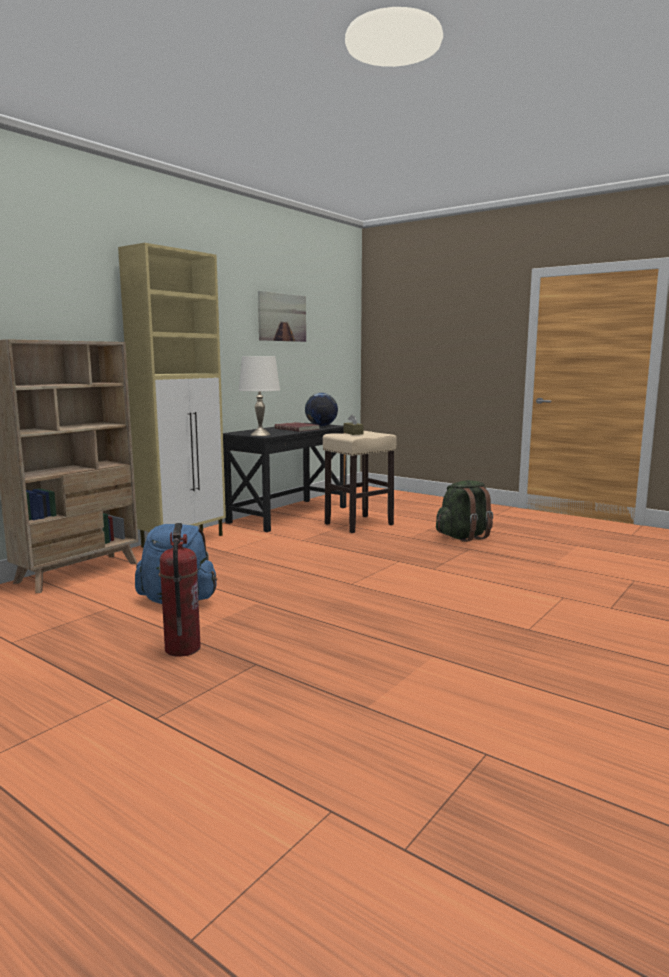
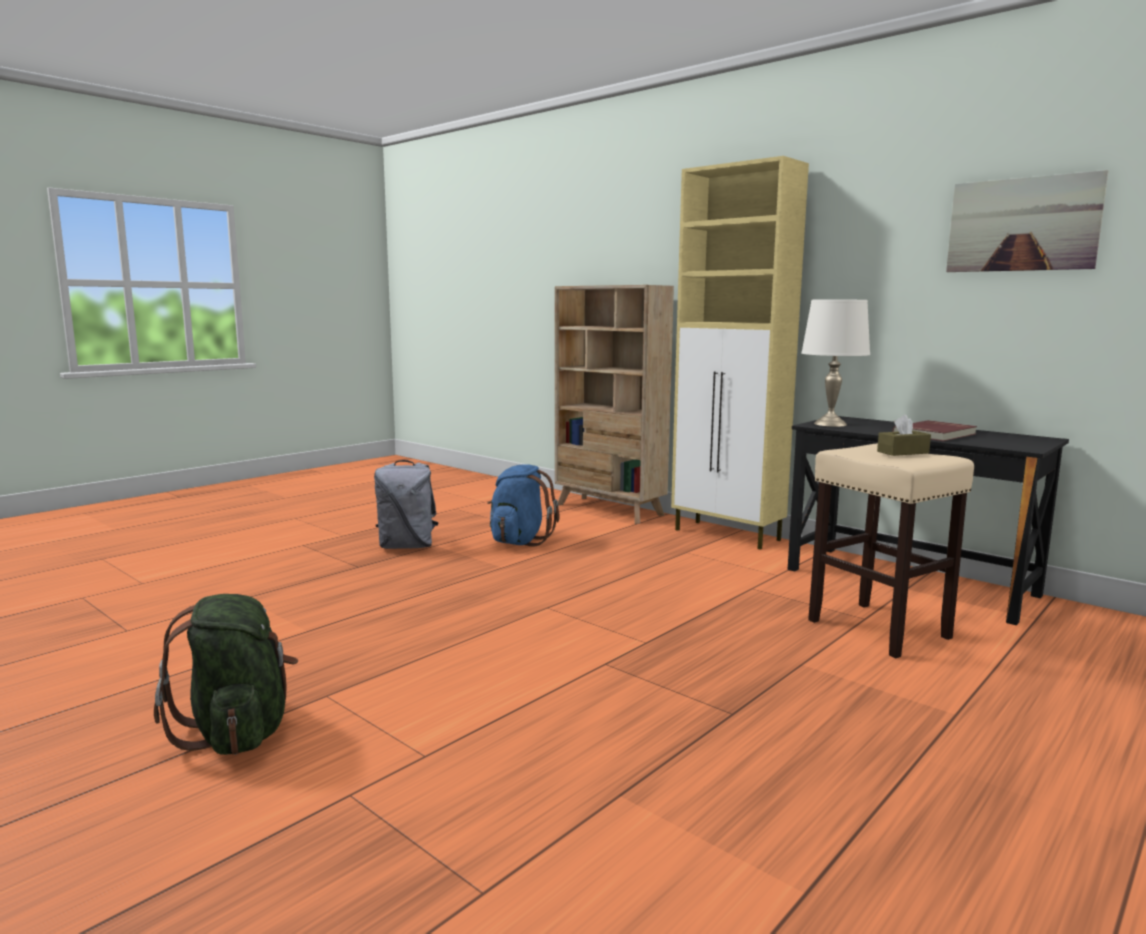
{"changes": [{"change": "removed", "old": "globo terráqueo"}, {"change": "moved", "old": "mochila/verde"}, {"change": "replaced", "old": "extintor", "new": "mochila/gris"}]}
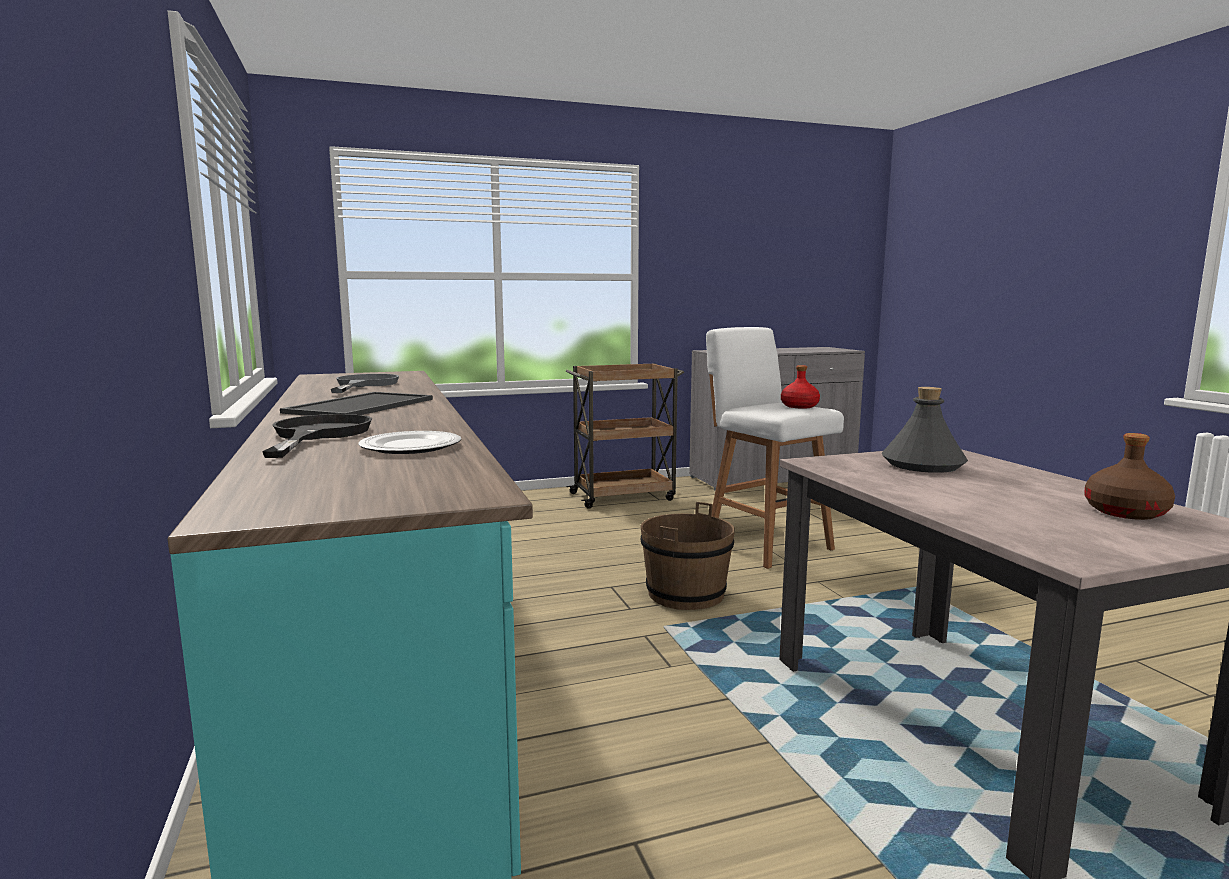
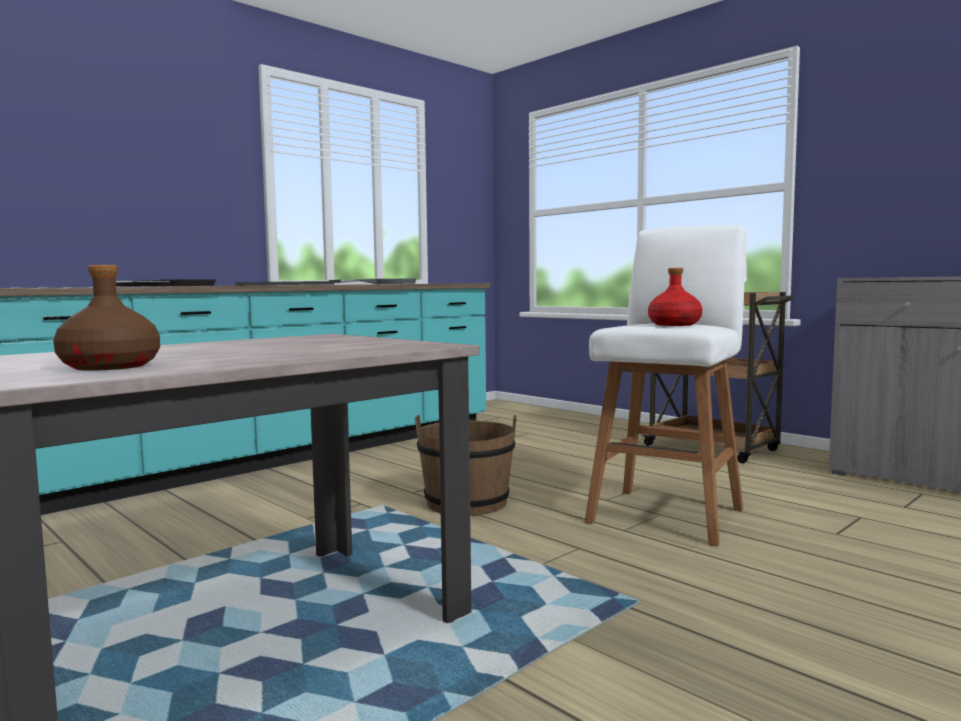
{"changes": [{"change": "removed", "old": "botella/gris"}]}
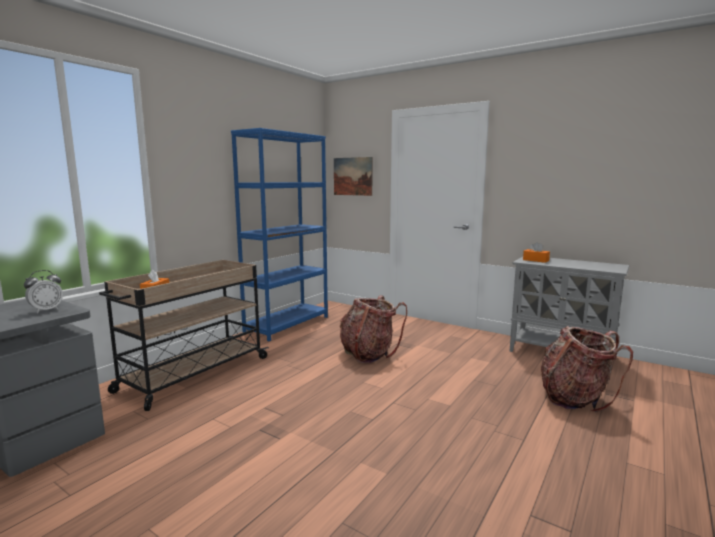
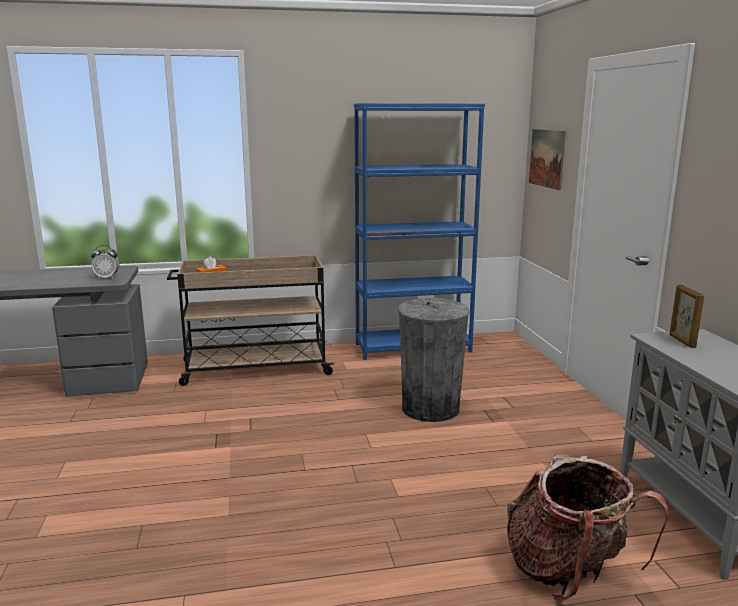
{"changes": [{"change": "replaced", "old": "caja de pañuelos/naranja (2nd from left)", "new": "portarretratos"}, {"change": "replaced", "old": "mochila (1st from left)", "new": "papelera/gris"}]}
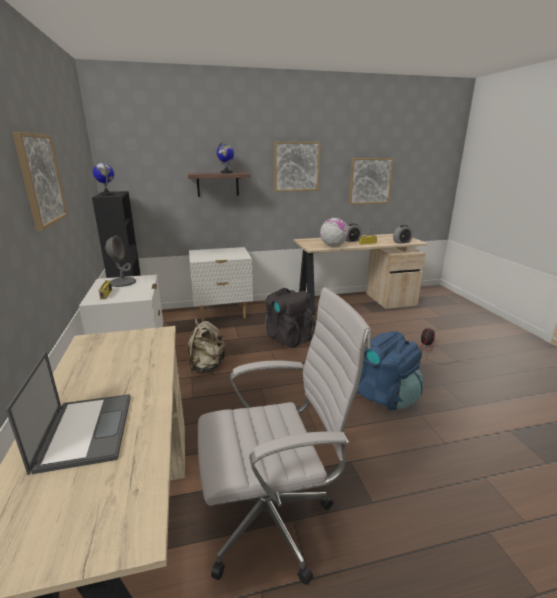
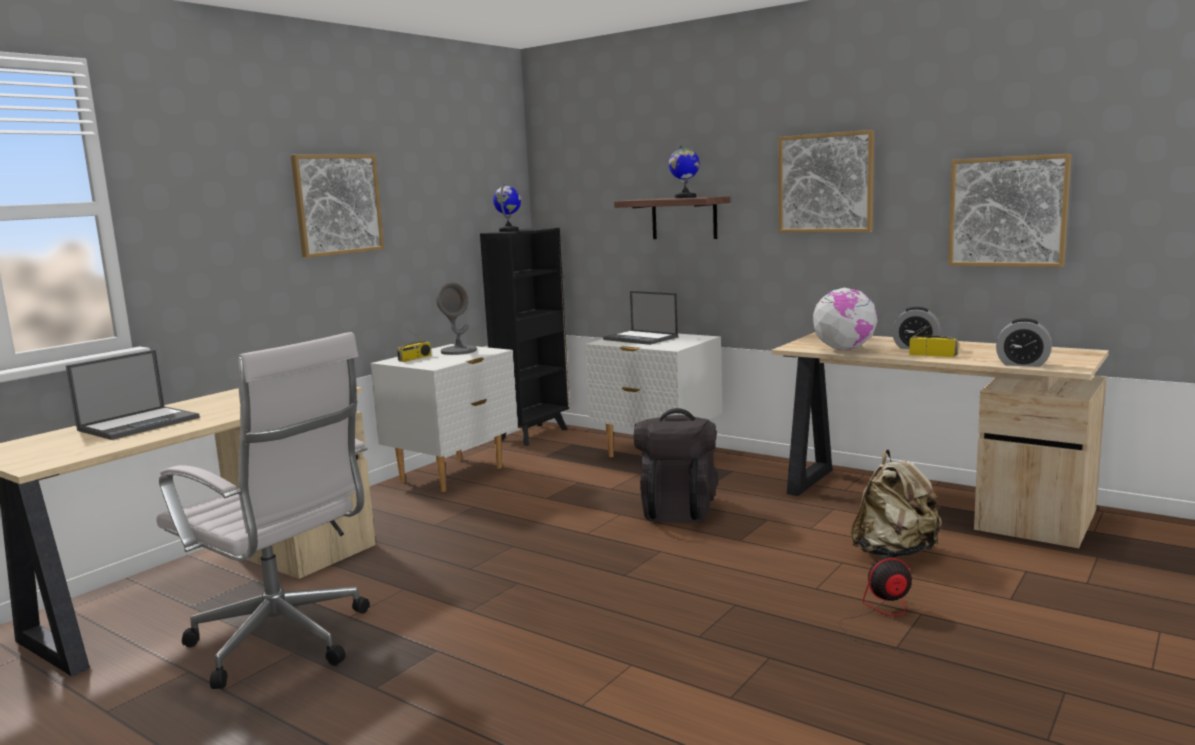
{"changes": [{"change": "moved", "old": "mochila/beis"}, {"change": "removed", "old": "mochila/azul"}, {"change": "added", "new": "portátil (2nd from left)"}]}
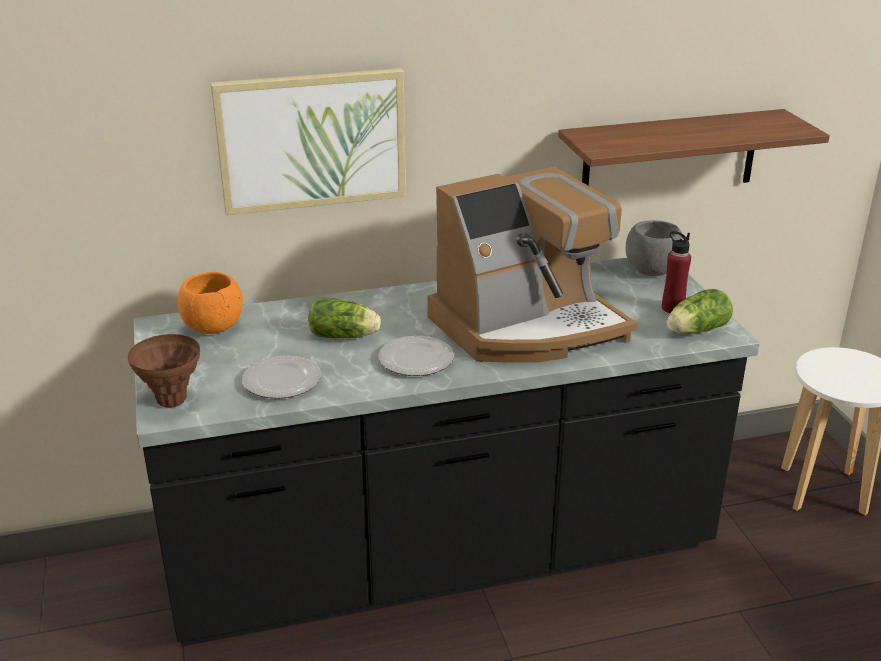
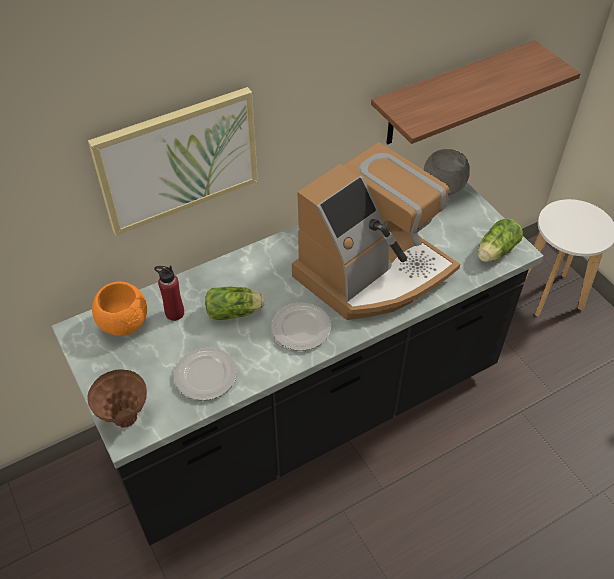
{"changes": [{"change": "moved", "old": "botella/rojo"}]}
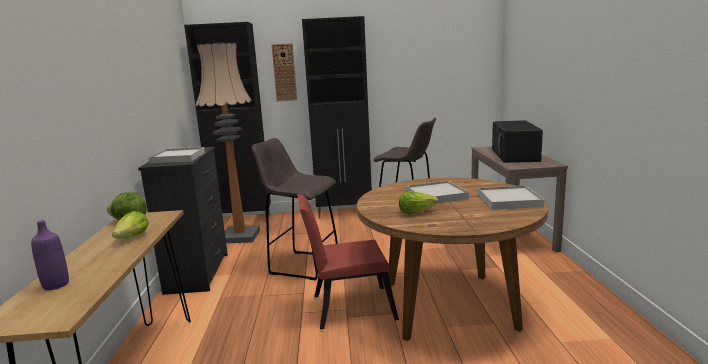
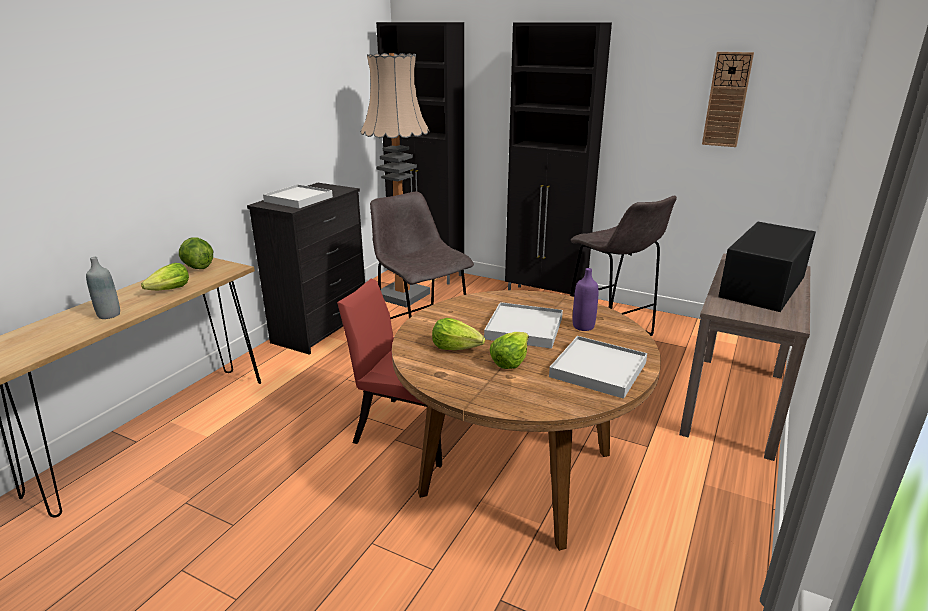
{"changes": [{"change": "moved", "old": "reloj de pared"}, {"change": "moved", "old": "botella/morado"}, {"change": "added", "new": "botella/gris"}, {"change": "added", "new": "lechuga (4th from left)"}]}
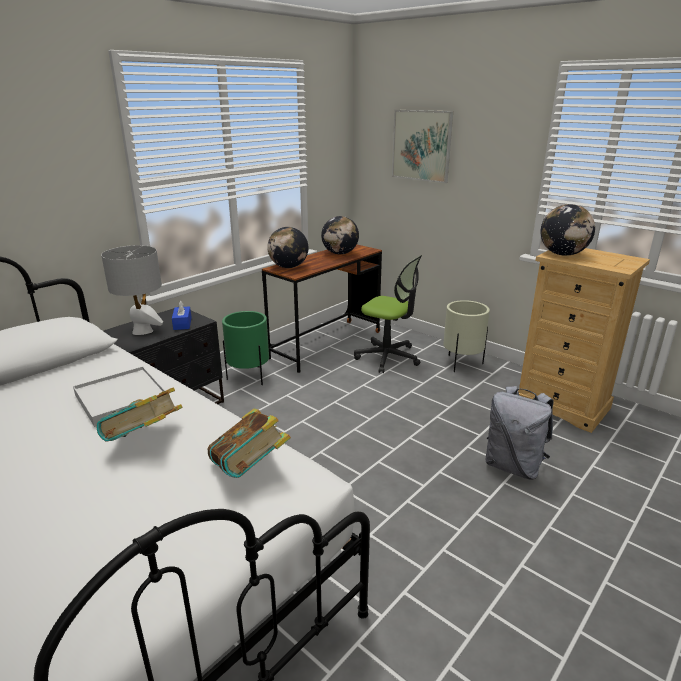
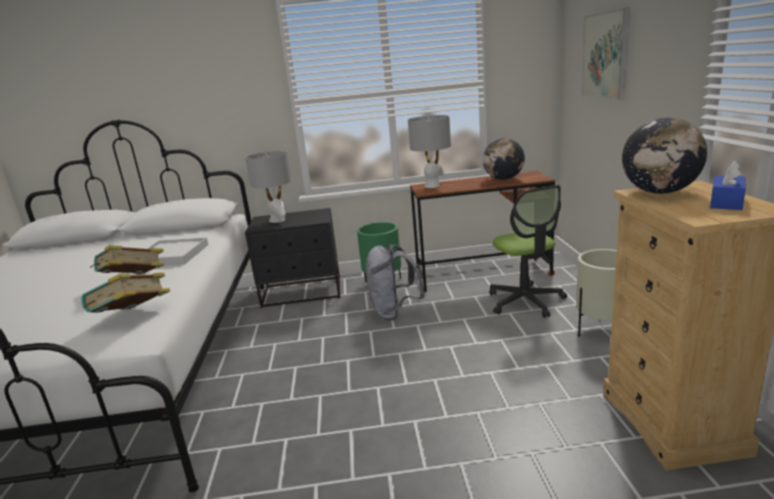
{"changes": [{"change": "replaced", "old": "globo terráqueo (1st from left)", "new": "lámpara de mesa/gris (2nd from left)"}, {"change": "moved", "old": "caja de pañuelos/azul"}, {"change": "moved", "old": "mochila/gris"}]}
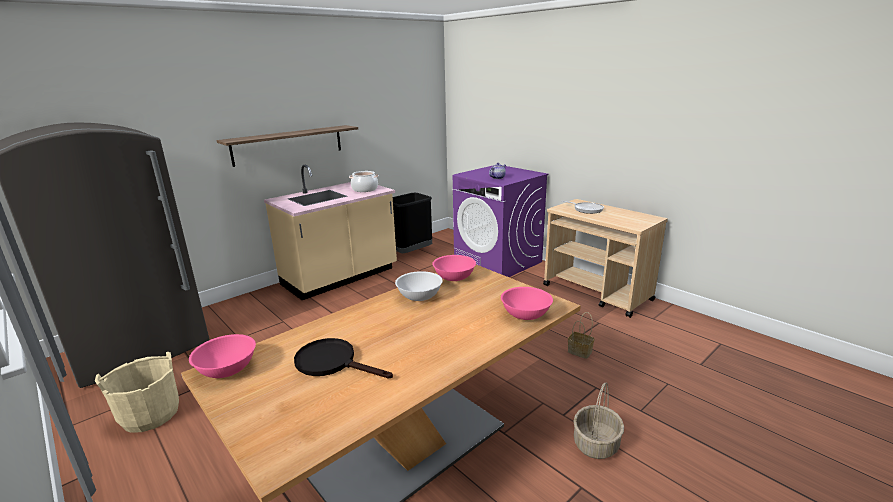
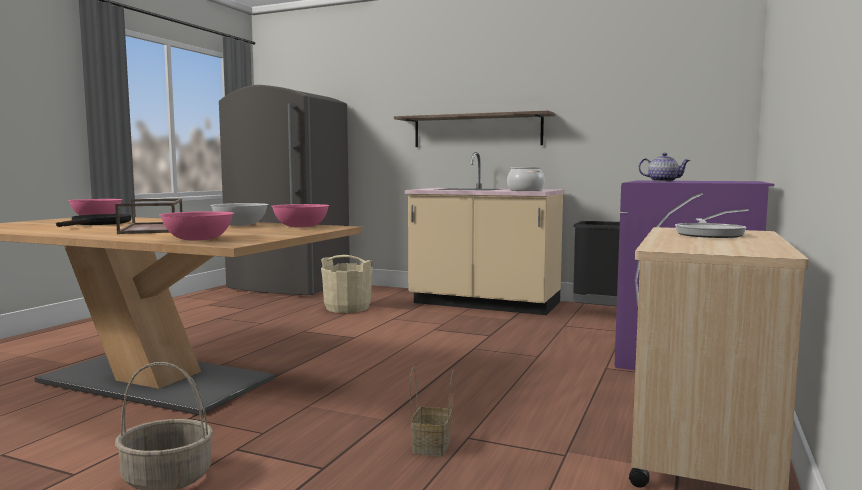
{"changes": [{"change": "moved", "old": "cubo/beis"}, {"change": "added", "new": "bandeja/marrón"}]}
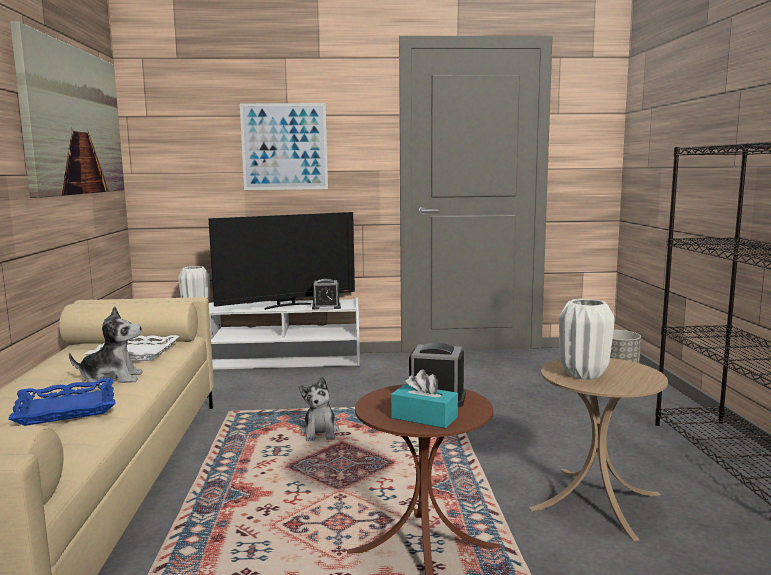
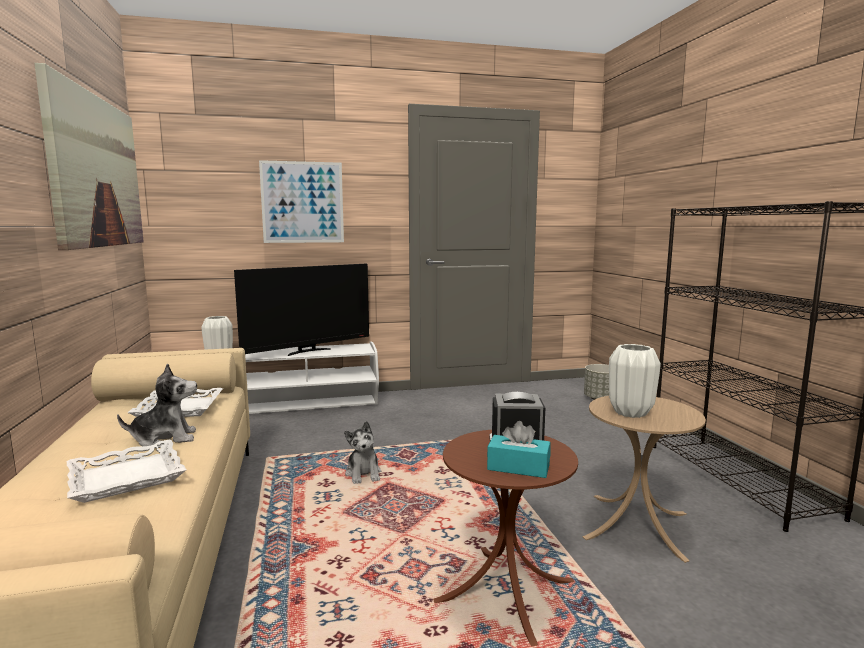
{"changes": [{"change": "removed", "old": "despertador (1st from left)"}, {"change": "recoloured", "old": "bandeja/azul", "new": "bandeja/blanco (1st from left)"}]}
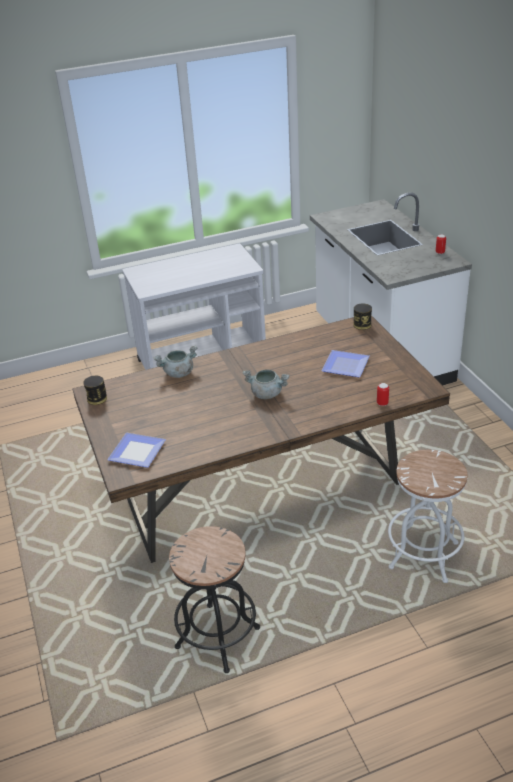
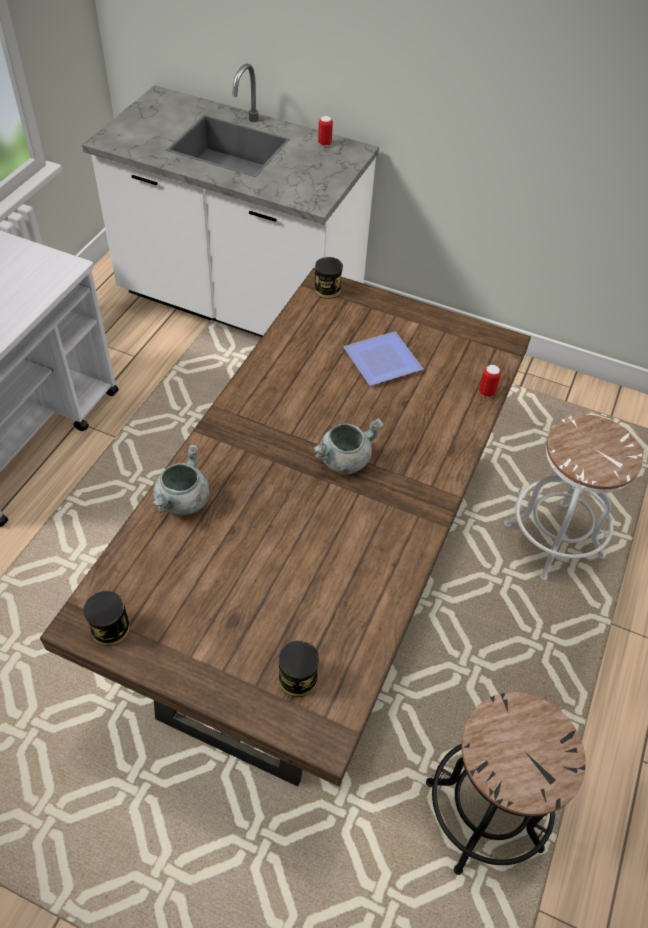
{"changes": [{"change": "replaced", "old": "plato (1st from left)", "new": "lata (2nd from left)"}]}
